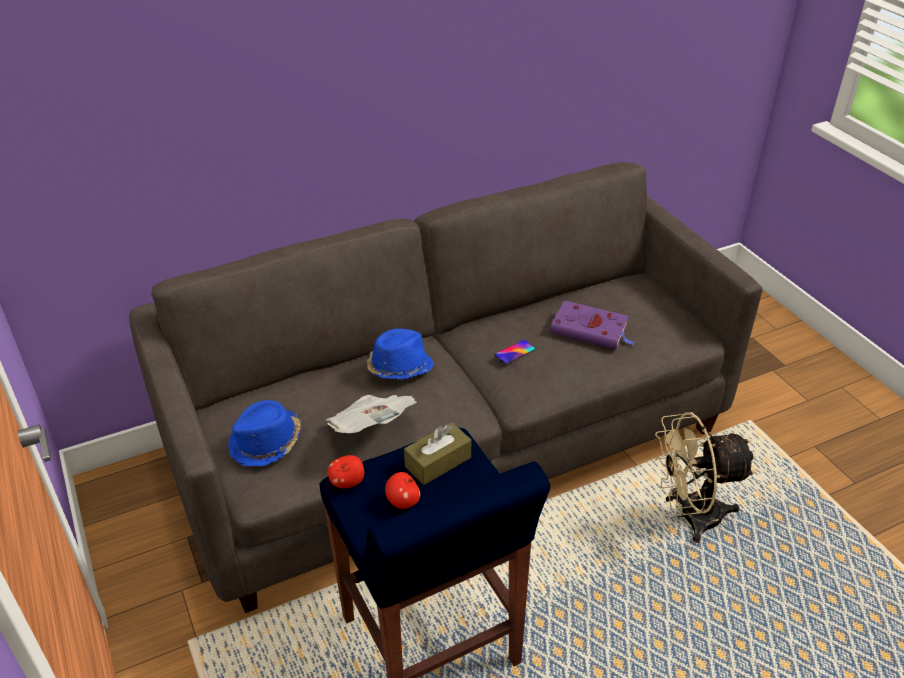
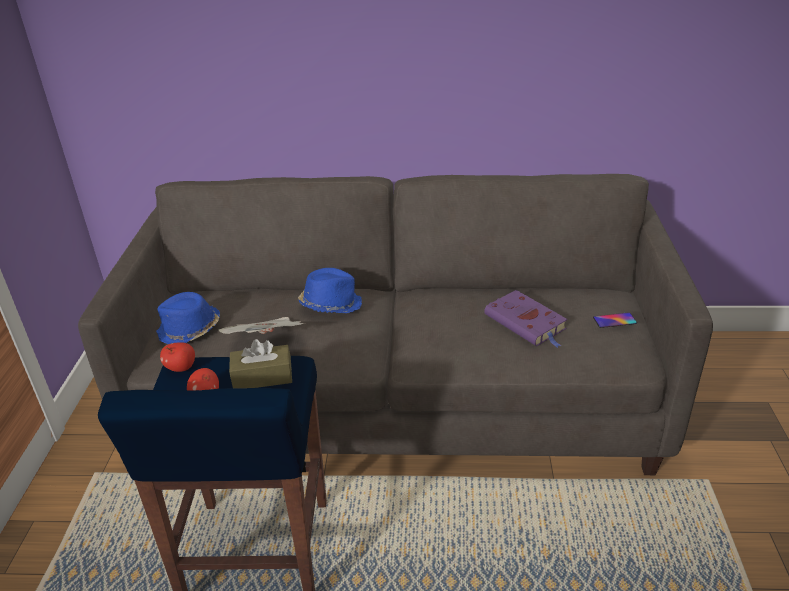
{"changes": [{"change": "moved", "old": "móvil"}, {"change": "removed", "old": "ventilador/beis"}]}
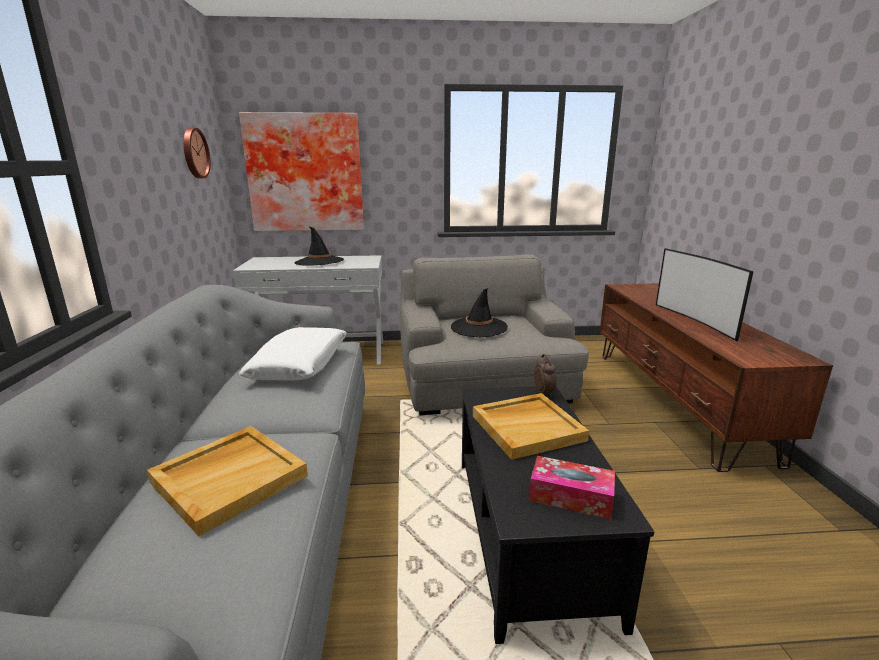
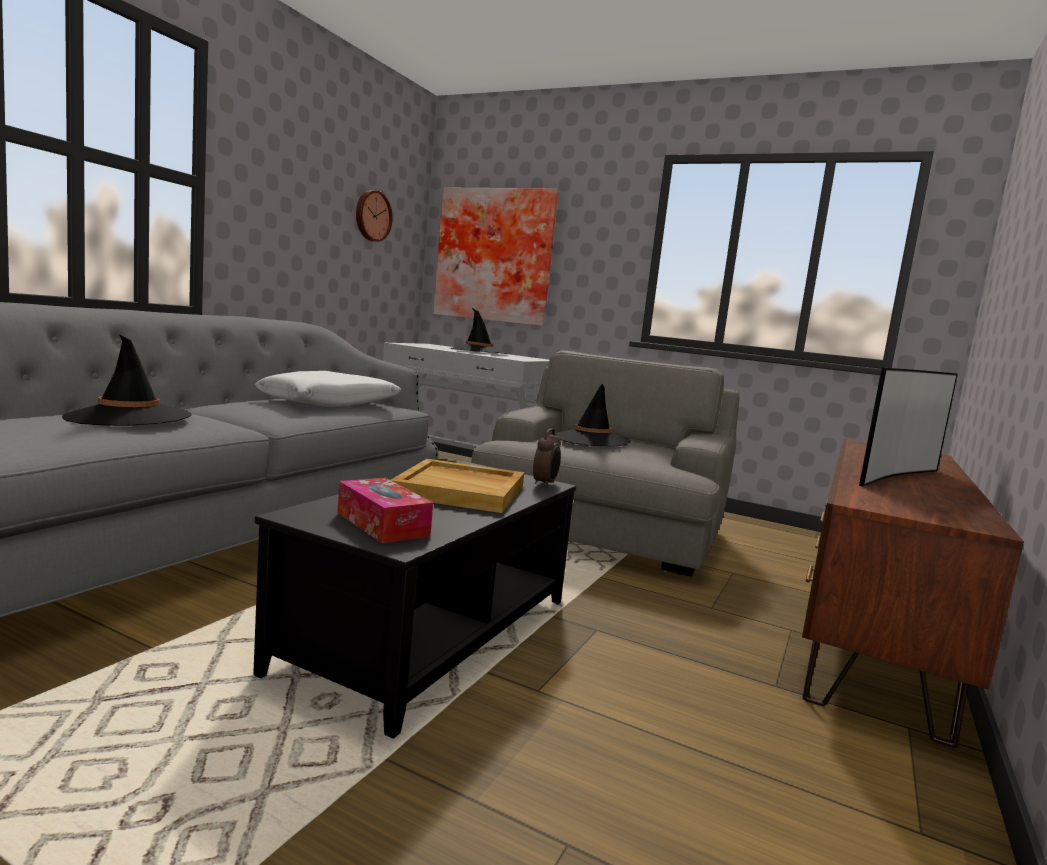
{"changes": [{"change": "turned", "old": "televisor", "degrees": -150}, {"change": "replaced", "old": "bandeja/beis (1st from left)", "new": "sombrero/negro (1st from left)"}]}
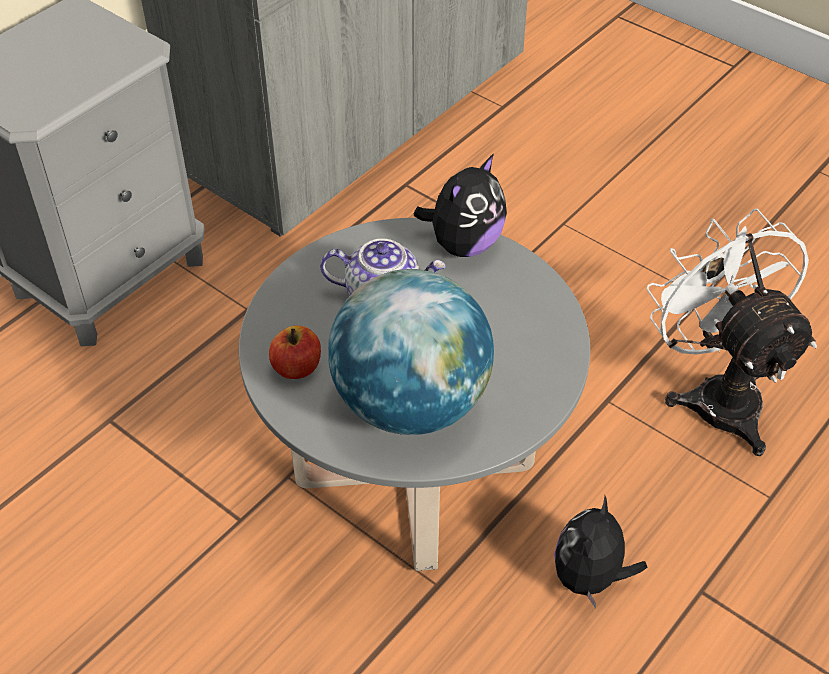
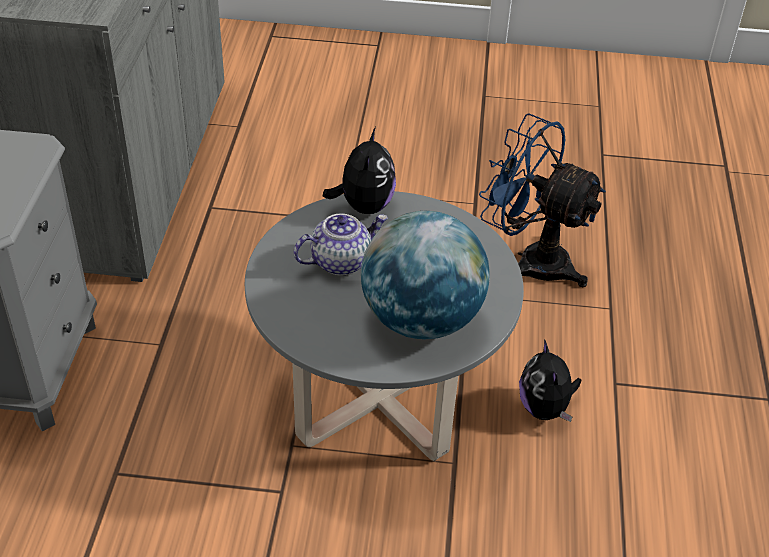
{"changes": [{"change": "recoloured", "old": "ventilador/blanco", "new": "ventilador/azul"}, {"change": "removed", "old": "manzana"}]}
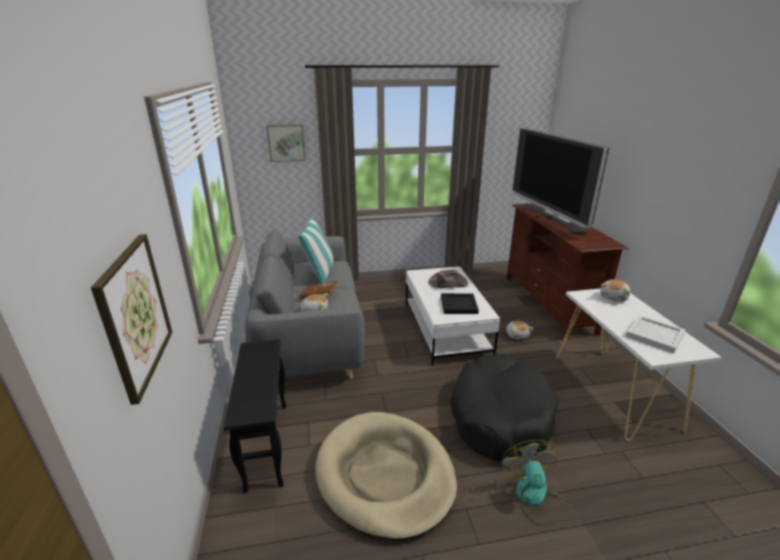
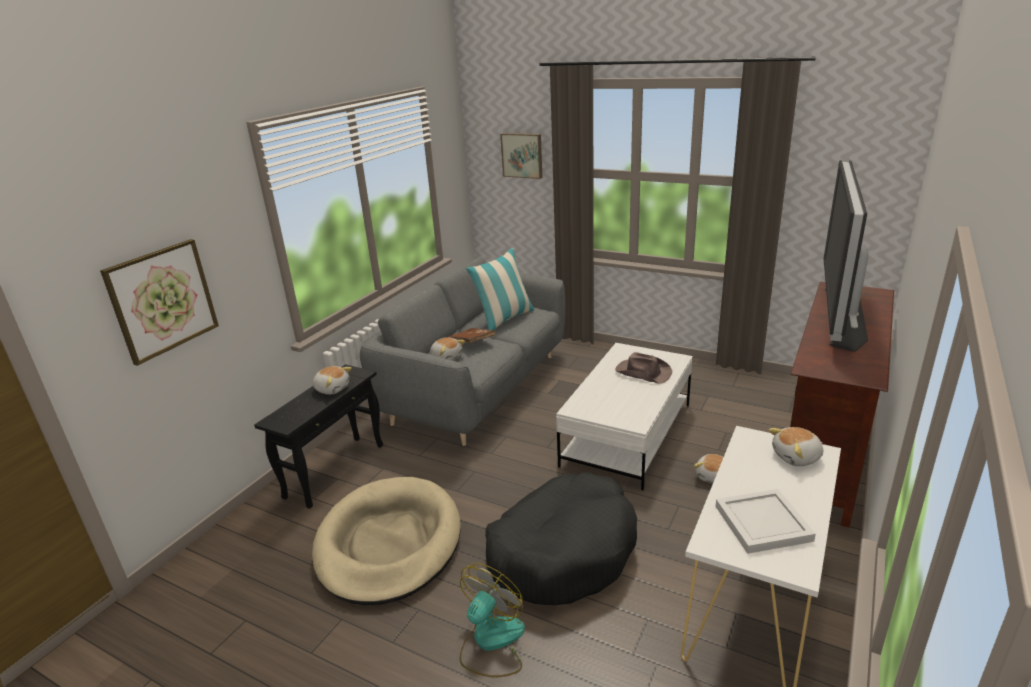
{"changes": [{"change": "removed", "old": "bandeja/negro"}, {"change": "added", "new": "peluche (1st from left)"}]}
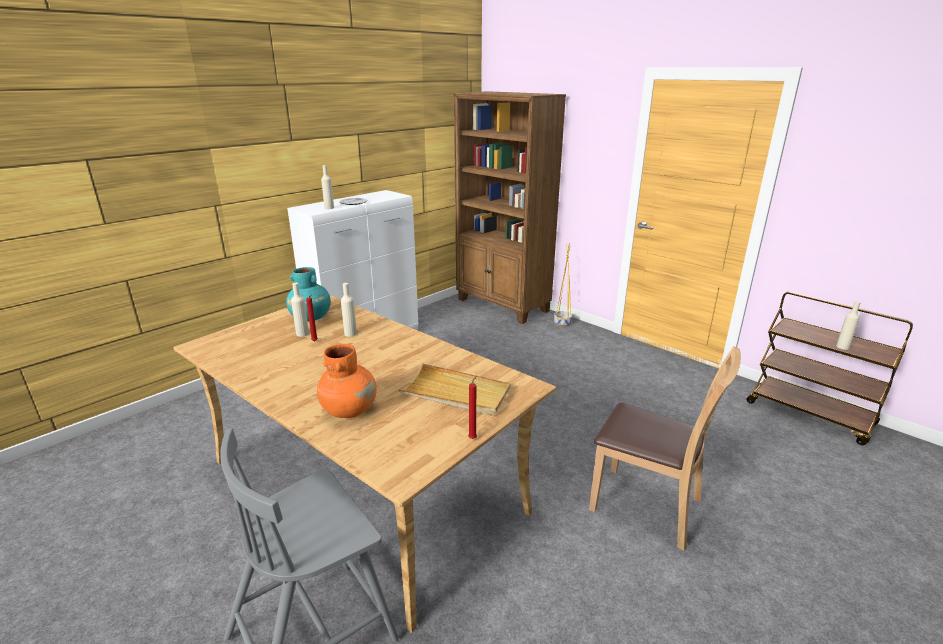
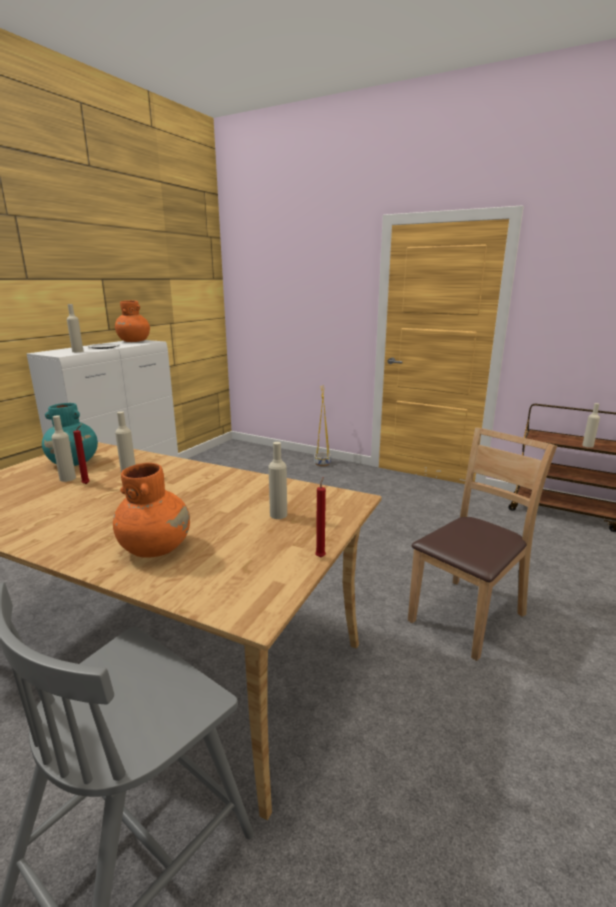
{"changes": [{"change": "removed", "old": "estantería/marrón"}, {"change": "turned", "old": "silla/marrón", "degrees": -60}, {"change": "replaced", "old": "bandeja/beis", "new": "botella/beis (4th from left)"}, {"change": "added", "new": "florero/naranja (1st from left)"}]}
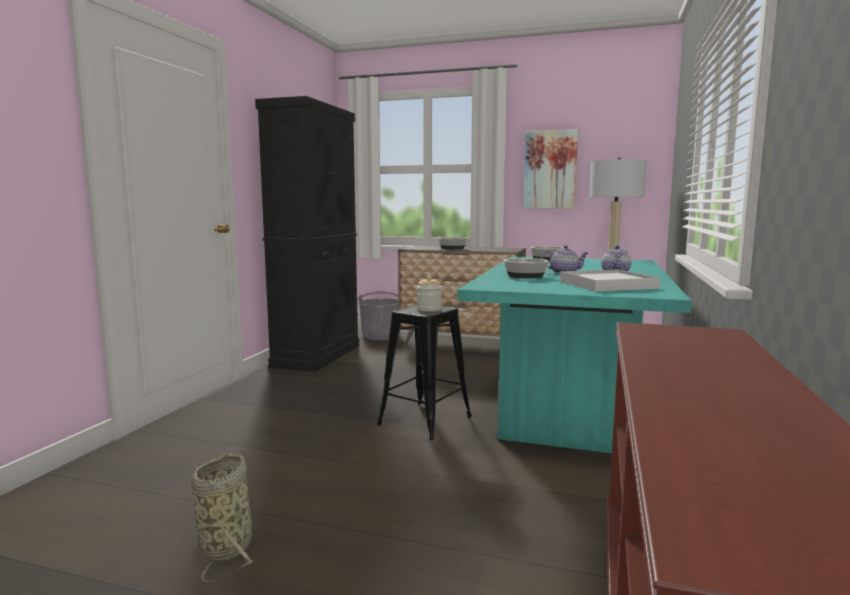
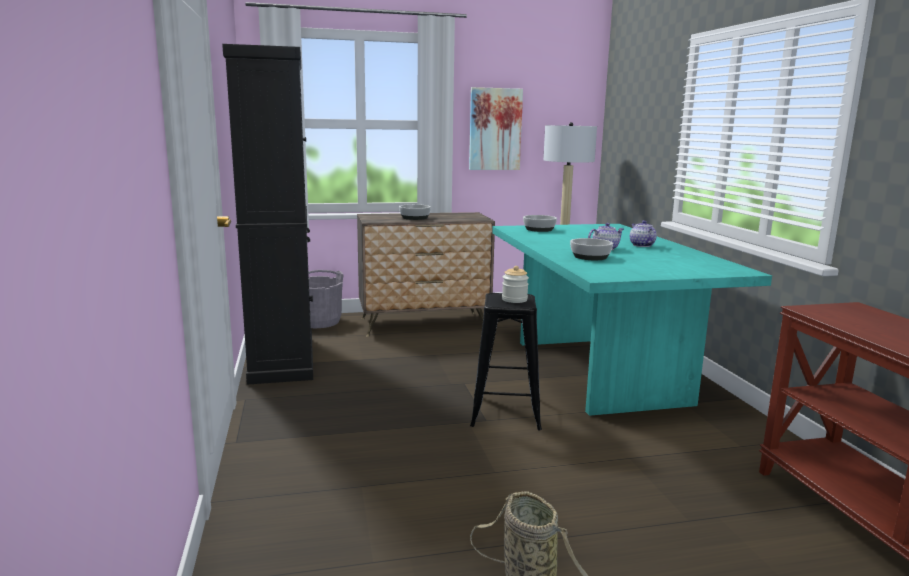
{"changes": [{"change": "removed", "old": "bandeja/blanco"}]}
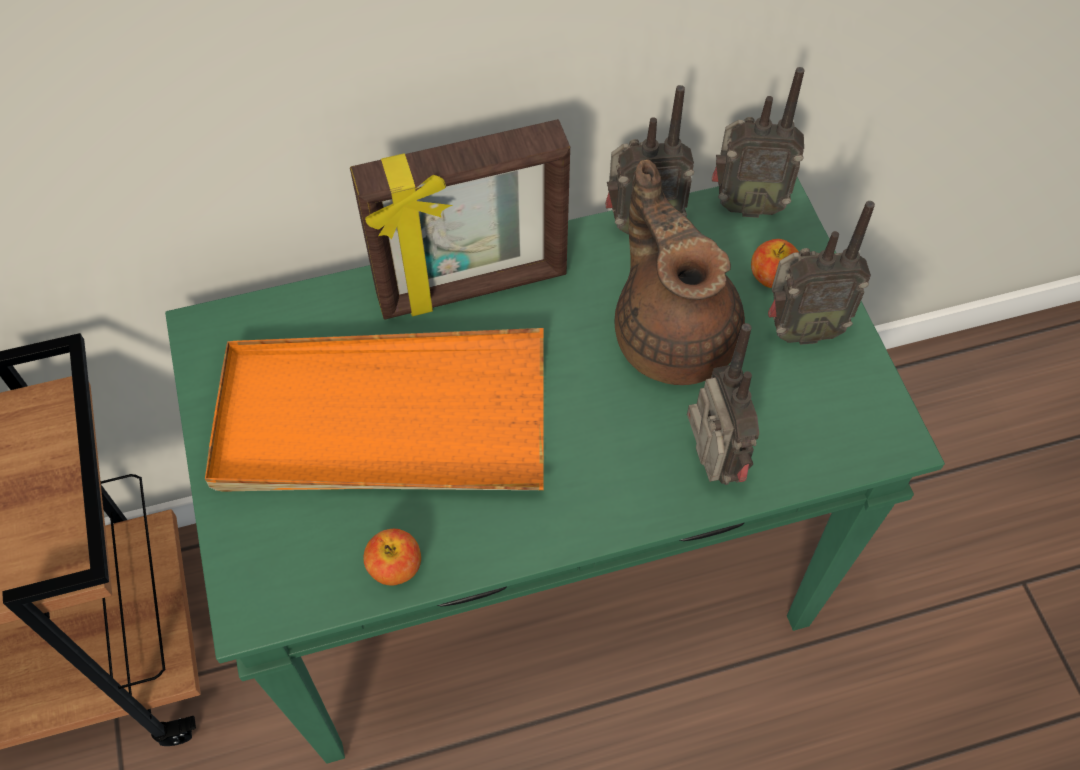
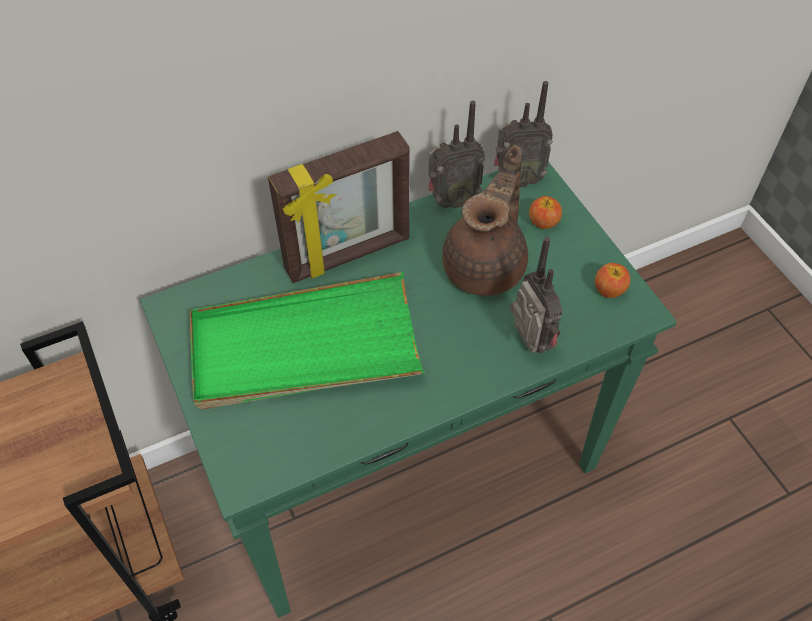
{"changes": [{"change": "turned", "old": "tetera/marrón", "degrees": 60}, {"change": "removed", "old": "radio (4th from left)"}, {"change": "recoloured", "old": "bandeja/naranja", "new": "bandeja/verde"}, {"change": "moved", "old": "manzana (1st from left in the first image)", "new": "manzana (2nd from left)"}]}
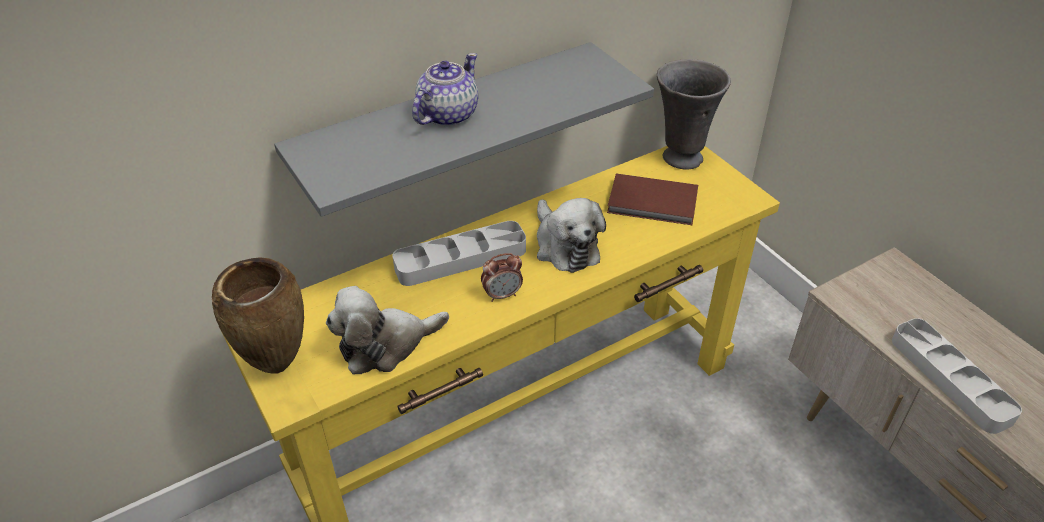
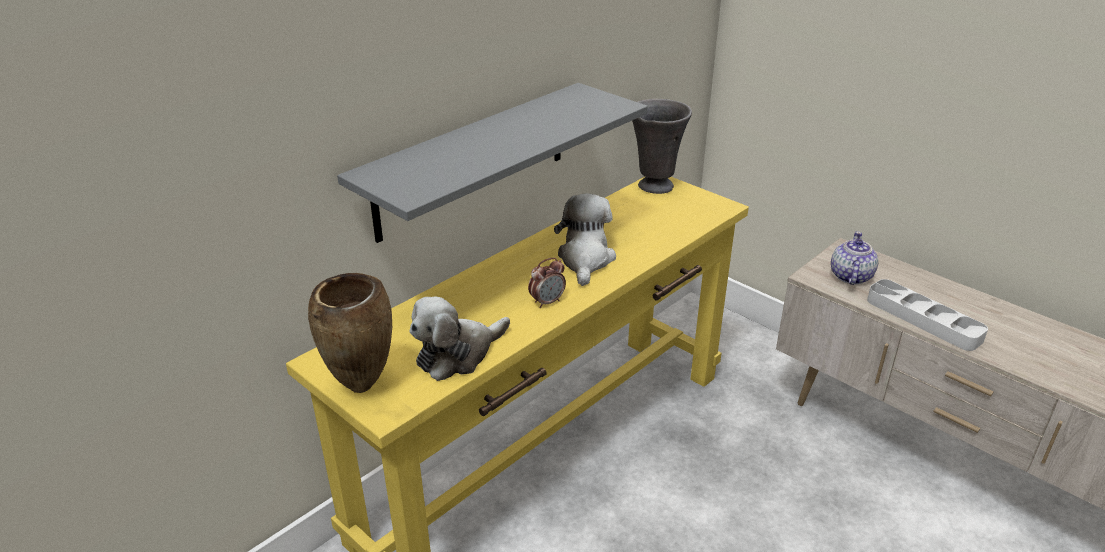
{"changes": [{"change": "moved", "old": "tetera"}, {"change": "removed", "old": "libro/marrón"}, {"change": "turned", "old": "peluche (2nd from left)", "degrees": -135}, {"change": "removed", "old": "bandeja/gris (1st from left)"}]}
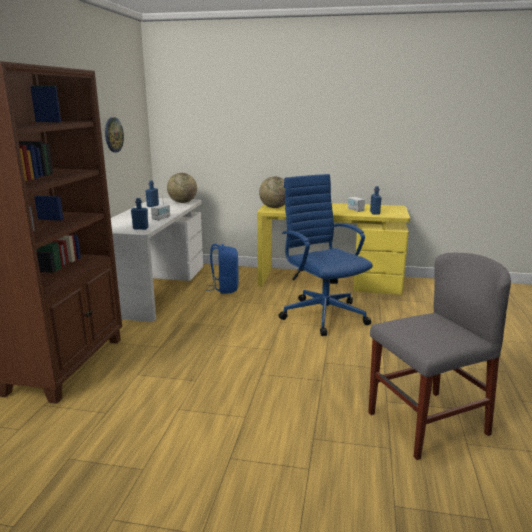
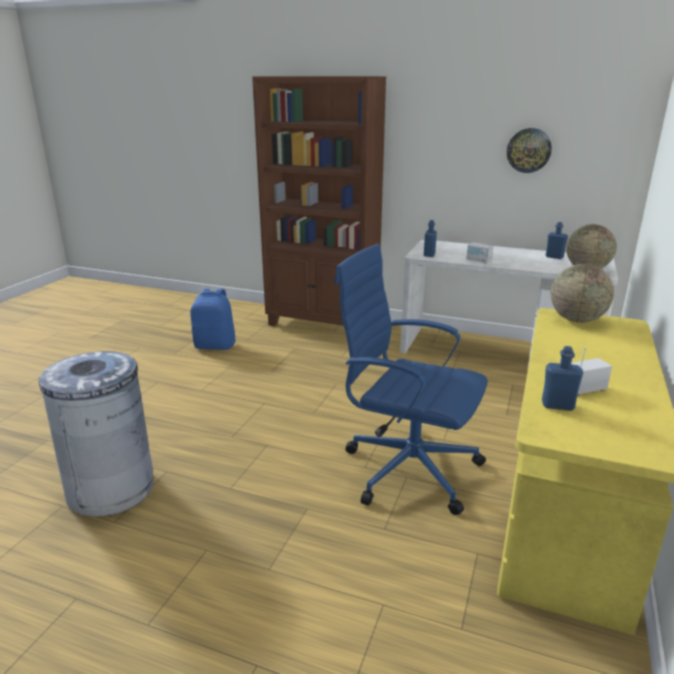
{"changes": [{"change": "turned", "old": "silla de oficina/azul", "degrees": -135}, {"change": "moved", "old": "mochila/azul"}, {"change": "replaced", "old": "silla/gris", "new": "papelera/gris"}]}
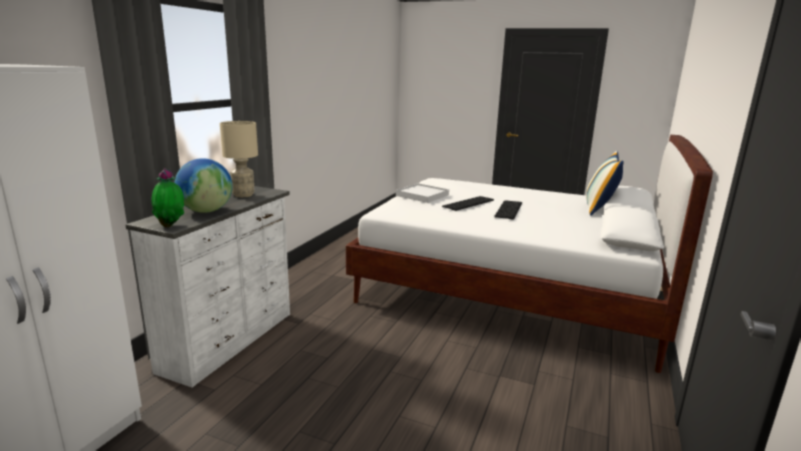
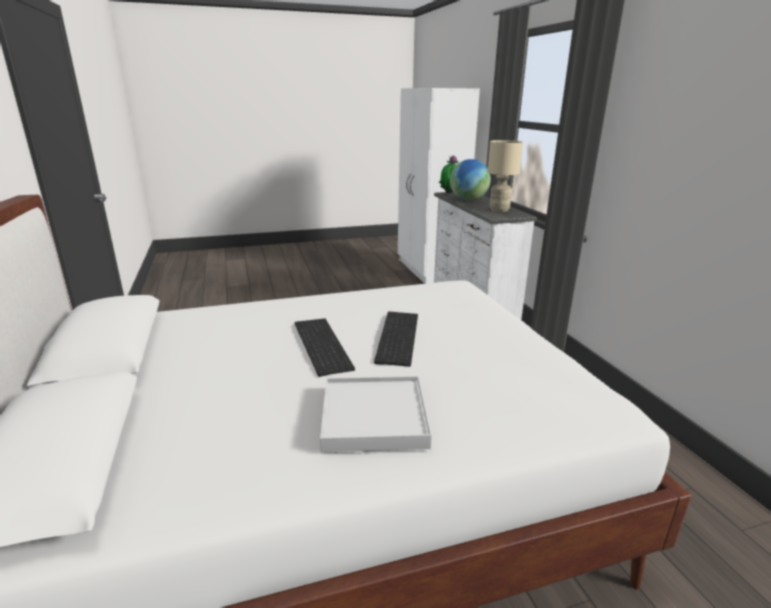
{"changes": [{"change": "removed", "old": "cojín"}, {"change": "moved", "old": "bandeja/blanco"}]}
